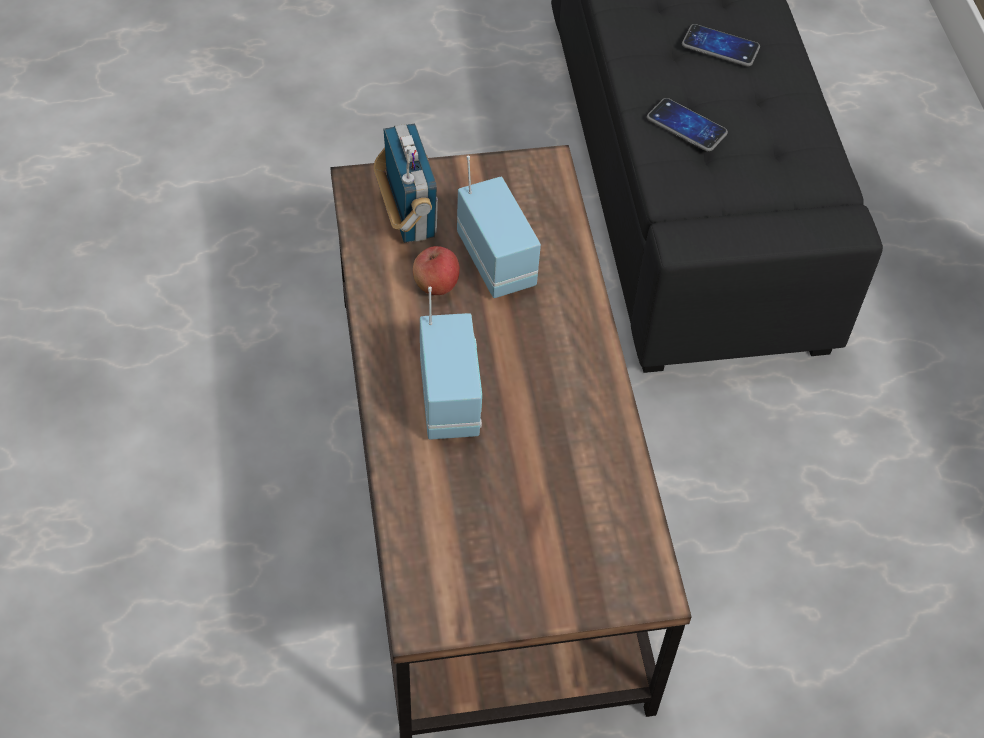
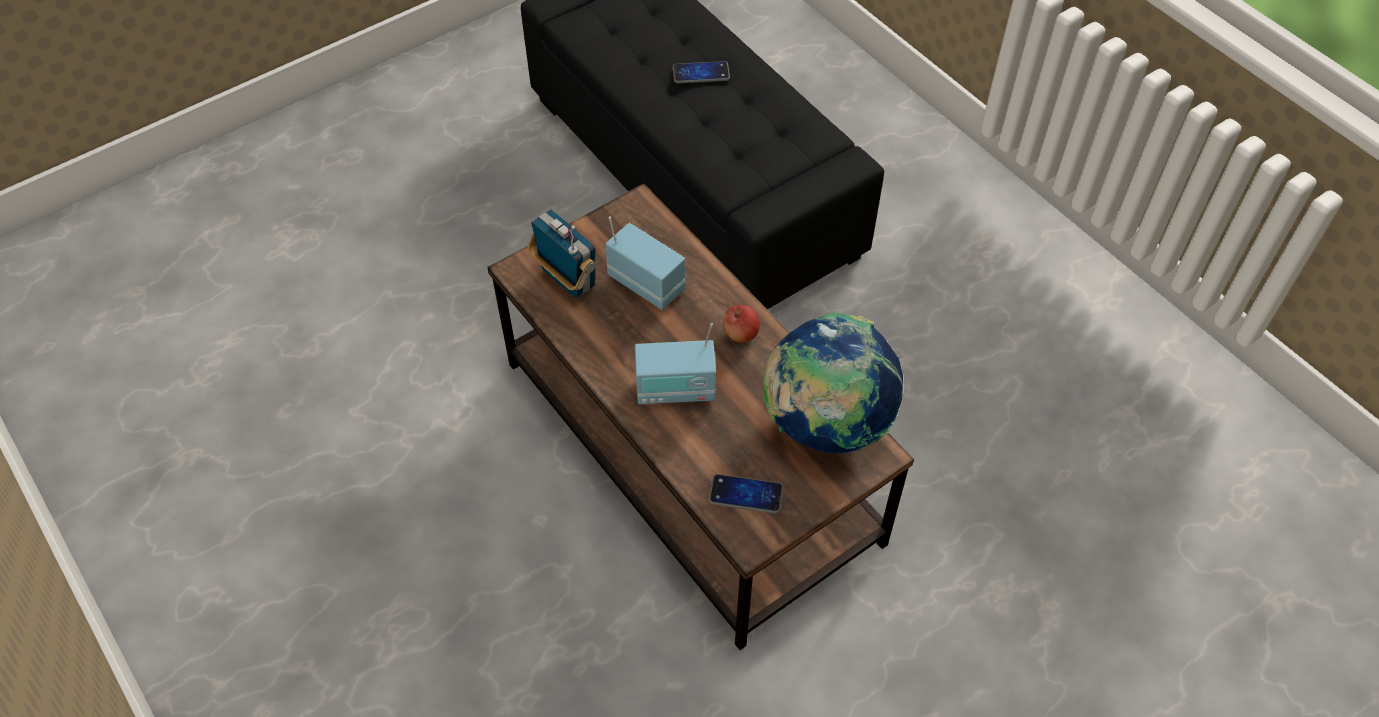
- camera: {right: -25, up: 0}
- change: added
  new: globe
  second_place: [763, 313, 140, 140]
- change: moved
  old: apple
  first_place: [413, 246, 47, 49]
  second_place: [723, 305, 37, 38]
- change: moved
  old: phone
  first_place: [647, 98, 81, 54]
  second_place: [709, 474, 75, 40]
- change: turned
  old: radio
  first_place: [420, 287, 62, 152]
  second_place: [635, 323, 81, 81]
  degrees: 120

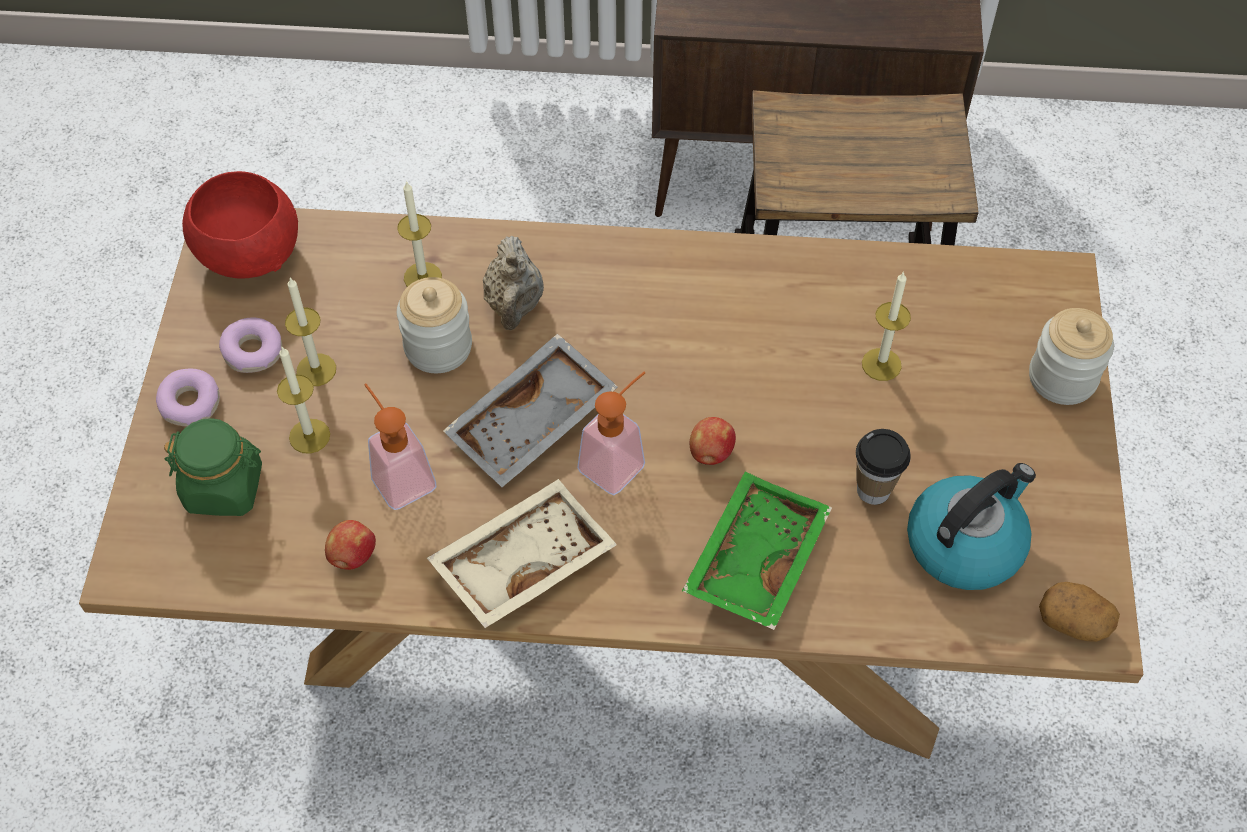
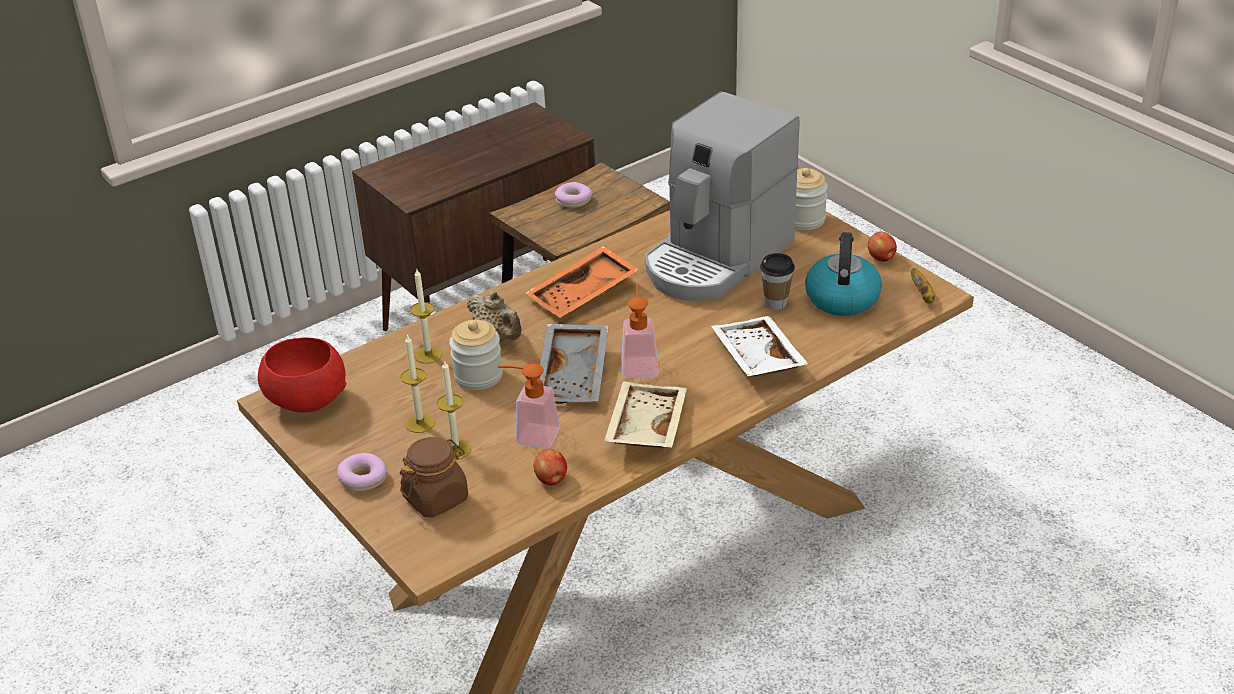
- camera: {right: -40, up: -20}
- change: added
  new: orange tray
  second_place: [525, 246, 114, 72]
- change: moved
  old: donut
  first_place: [219, 317, 63, 56]
  second_place: [555, 182, 37, 26]
- change: moved
  old: apple
  first_place: [690, 417, 46, 48]
  second_place: [868, 232, 29, 30]
- change: replaced
  old: candle
  new: coffee machine
  first_place: [862, 272, 49, 109]
  second_place: [645, 91, 154, 210]
- change: replaced
  old: potato
  new: banana
  first_place: [1039, 582, 81, 60]
  second_place: [911, 268, 24, 36]
- change: recoloured
  old: green jar
  new: brown jar
  first_place: [164, 418, 98, 98]
  second_place: [400, 437, 68, 81]
- change: recoloured
  old: green tray
  new: white tray
  first_place: [682, 472, 150, 158]
  second_place: [711, 316, 97, 61]

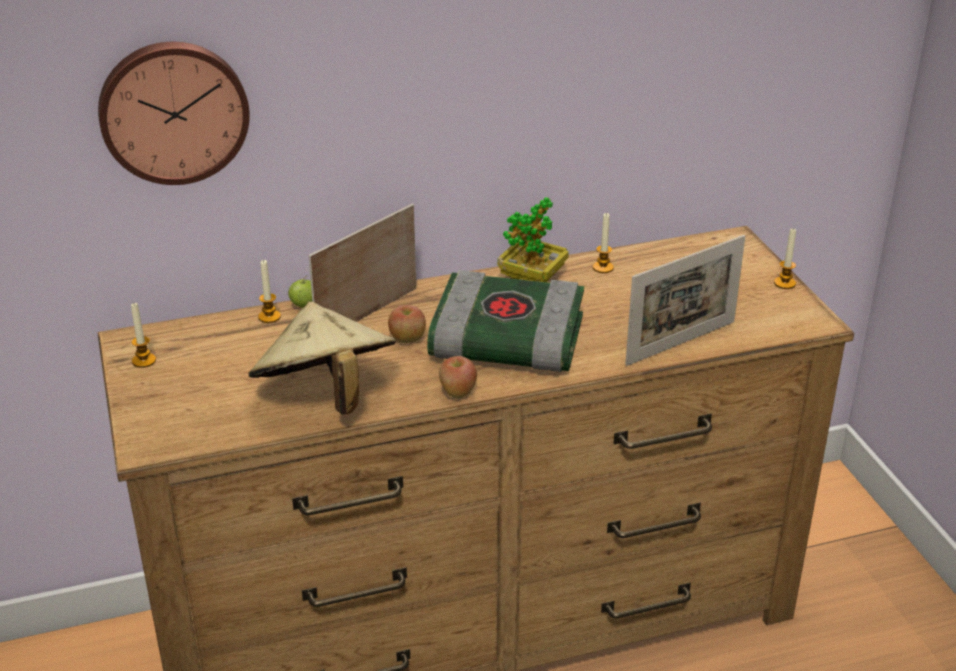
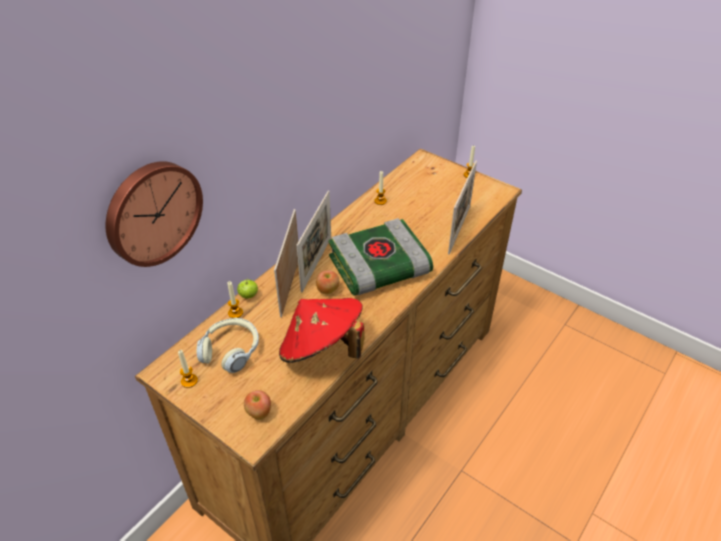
- camera: {right: -35, up: 10}
- change: removed
  old: potted plant
  first_place: [497, 197, 72, 85]
- change: added
  new: headphones
  second_place: [197, 318, 62, 55]
- change: added
  new: picture frame
  second_place: [296, 191, 35, 101]
- change: moved
  old: apple
  first_place: [439, 356, 38, 42]
  second_place: [244, 390, 27, 30]
- change: recoloured
  old: beige hat
  new: red hat
  first_place: [249, 302, 147, 112]
  second_place: [279, 298, 85, 65]

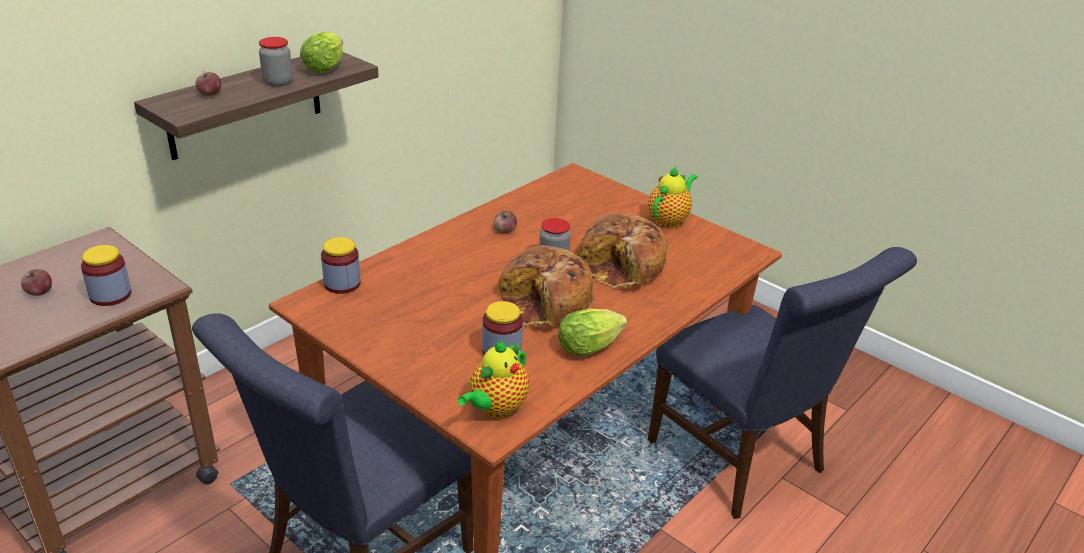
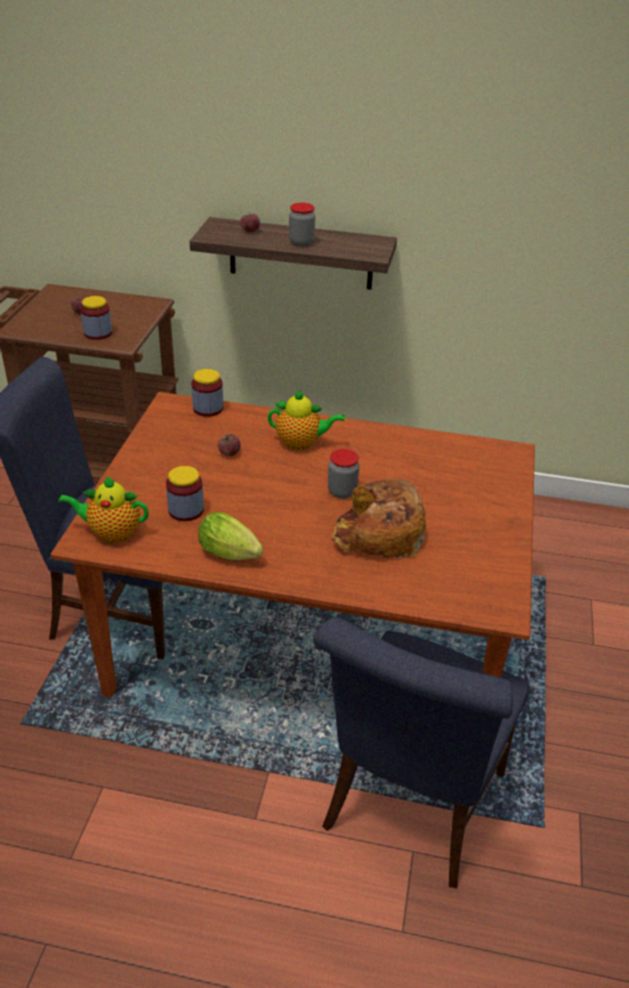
- camera: {right: 60, up: 5}
- change: removed
  old: lettuce
  first_place: [300, 32, 43, 41]
- change: removed
  old: bread
  first_place: [499, 245, 96, 82]
- change: moved
  old: apple
  first_place: [494, 211, 23, 23]
  second_place: [218, 434, 22, 22]
- change: moved
  old: teapot
  first_place: [648, 166, 49, 62]
  second_place: [268, 390, 77, 60]

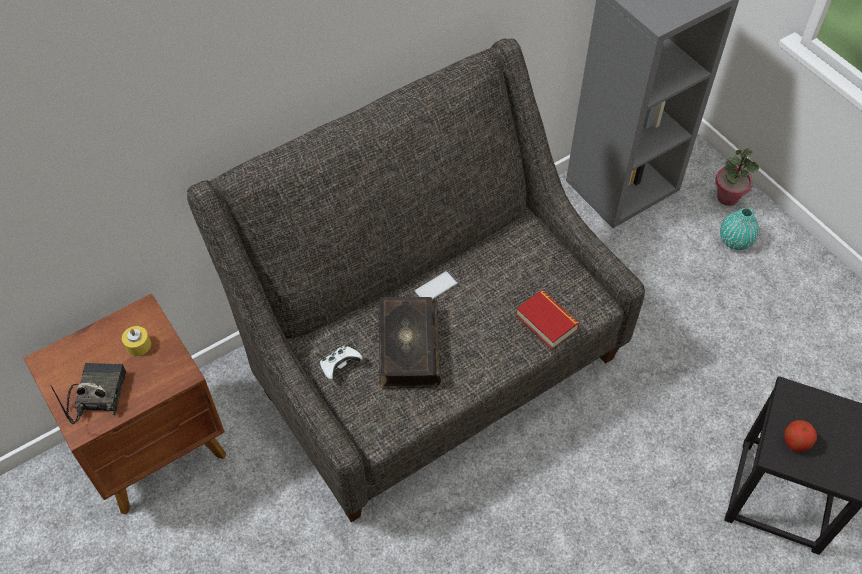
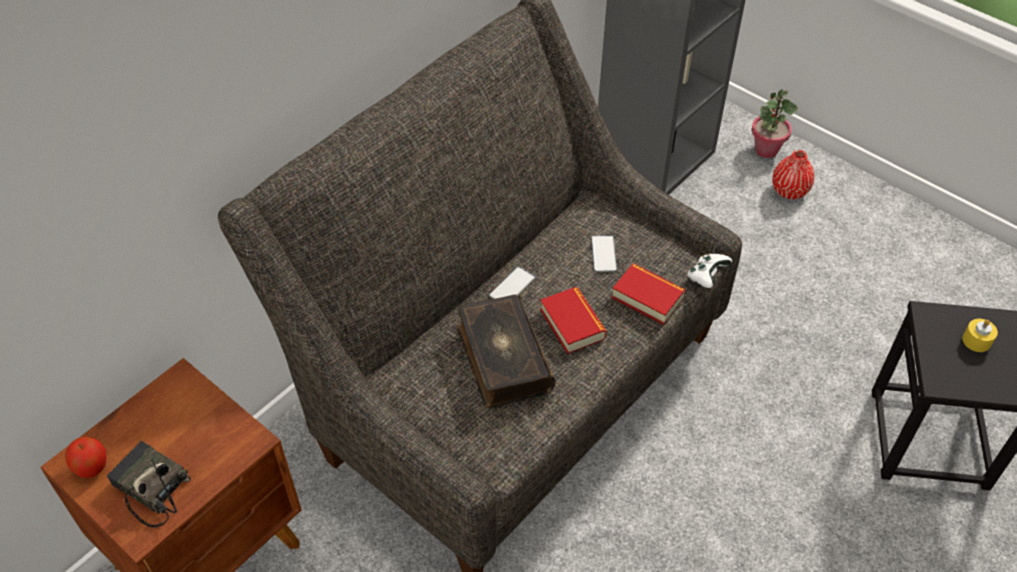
- camera: {right: -15, up: -5}
- change: added
  new: book
  second_place: [540, 287, 67, 67]
- change: added
  new: phone
  second_place: [592, 235, 25, 37]
- change: moved
  old: yellow candle
  first_place: [122, 326, 29, 30]
  second_place: [962, 319, 36, 33]
- change: moved
  old: white game controller
  first_place: [320, 346, 43, 34]
  second_place: [687, 254, 45, 34]
- change: moved
  old: apple
  first_place: [785, 420, 32, 32]
  second_place: [65, 437, 41, 41]
- change: recoloured
  old: turquoise vase
  new: red vase
  first_place: [720, 207, 39, 43]
  second_place: [772, 150, 42, 49]
- change: turned
  old: radio
  first_place: [50, 363, 76, 61]
  second_place: [107, 441, 84, 86]
  degrees: -45

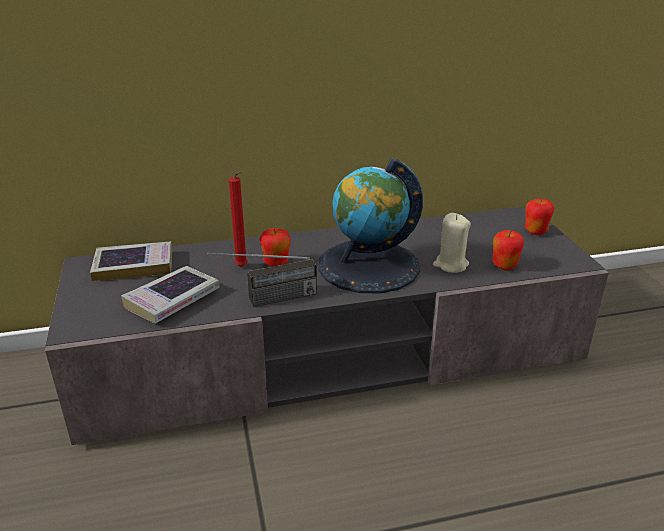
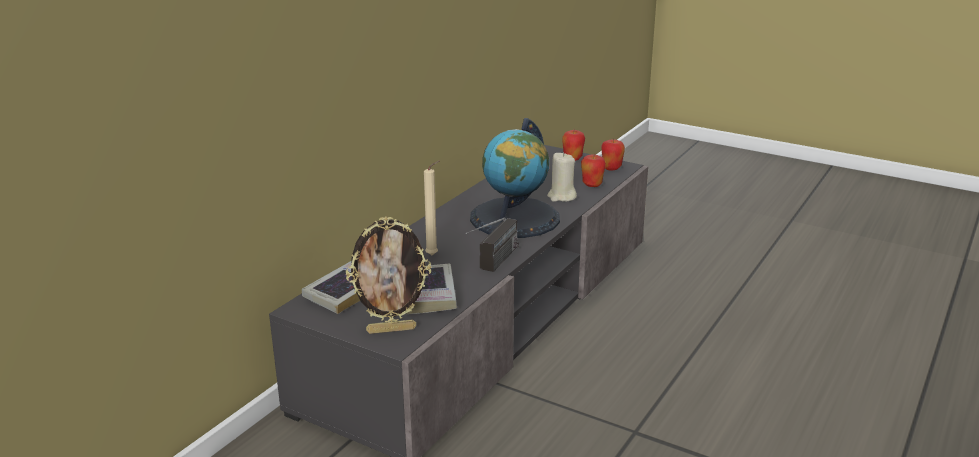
- camera: {right: -45, up: -5}
- change: added
  new: picture frame
  second_place: [346, 216, 85, 118]
- change: moved
  old: apple
  first_place: [259, 228, 31, 39]
  second_place: [601, 139, 24, 31]
- change: recoloured
  old: red candle
  new: beige candle
  first_place: [229, 171, 19, 96]
  second_place: [424, 161, 16, 94]

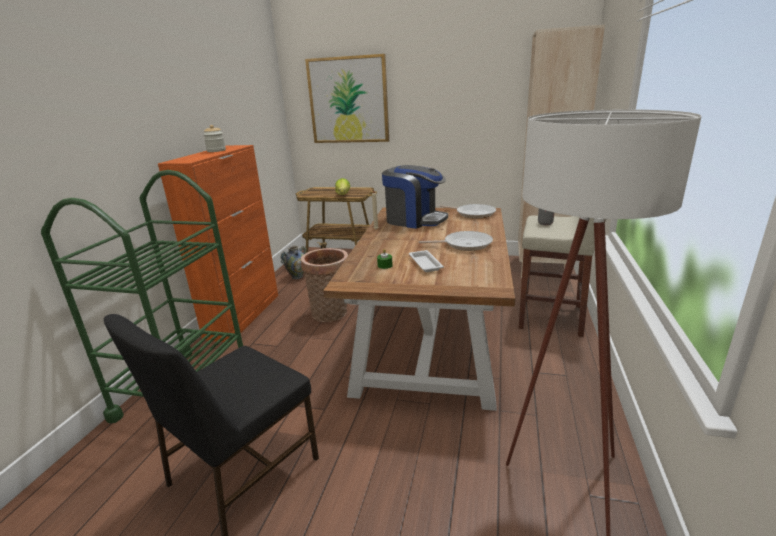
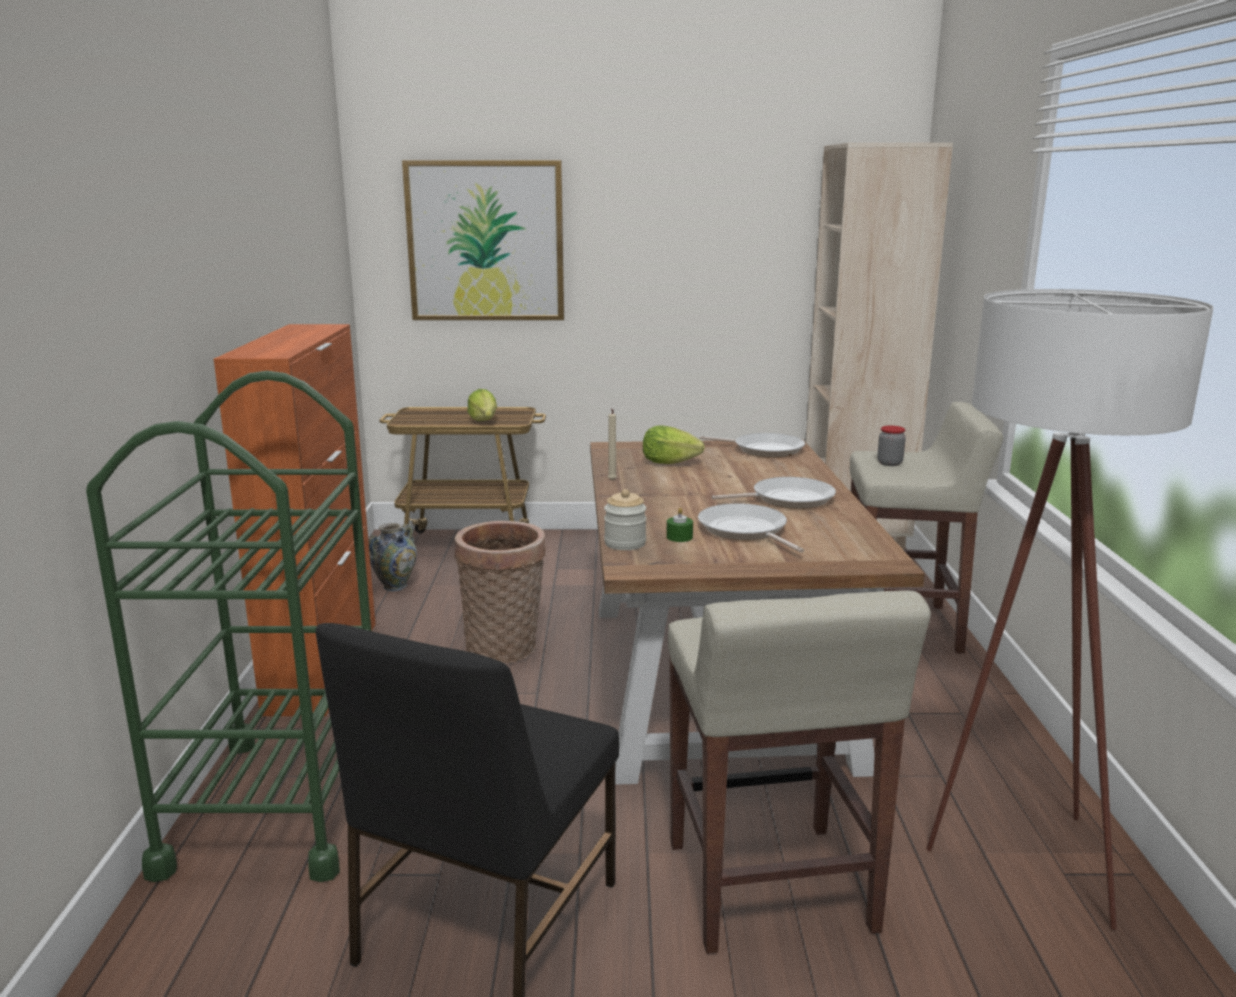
- camera: {right: -15, up: -5}
- change: added
  new: beige stool
  second_place: [668, 590, 263, 364]
- change: moved
  old: jar
  first_place: [203, 125, 23, 27]
  second_place: [604, 489, 42, 61]
- change: replaced
  old: coffee machine
  new: lettuce
  first_place: [382, 165, 66, 64]
  second_place: [643, 425, 62, 39]
- change: replaced
  old: white tray
  new: frying pan
  first_place: [409, 250, 35, 22]
  second_place: [698, 503, 106, 50]

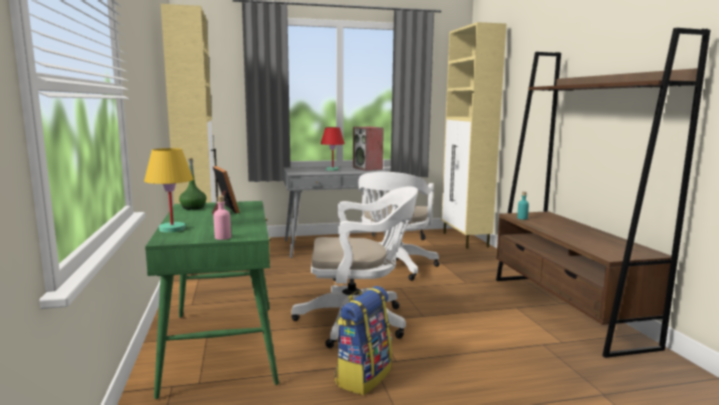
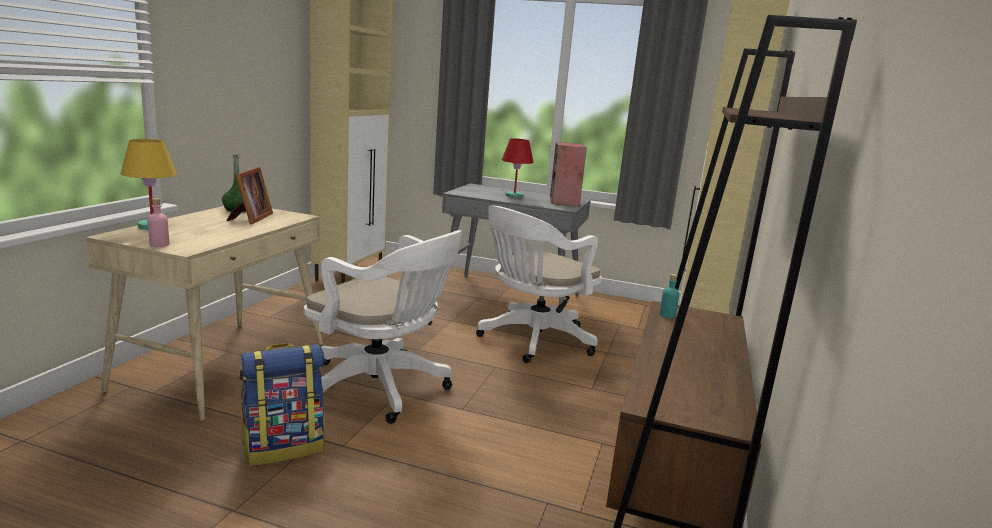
- camera: {right: 30, up: 5}
- change: recoloured
  old: green desk
  new: beige desk
  first_place: [145, 201, 134, 198]
  second_place: [86, 206, 237, 215]

